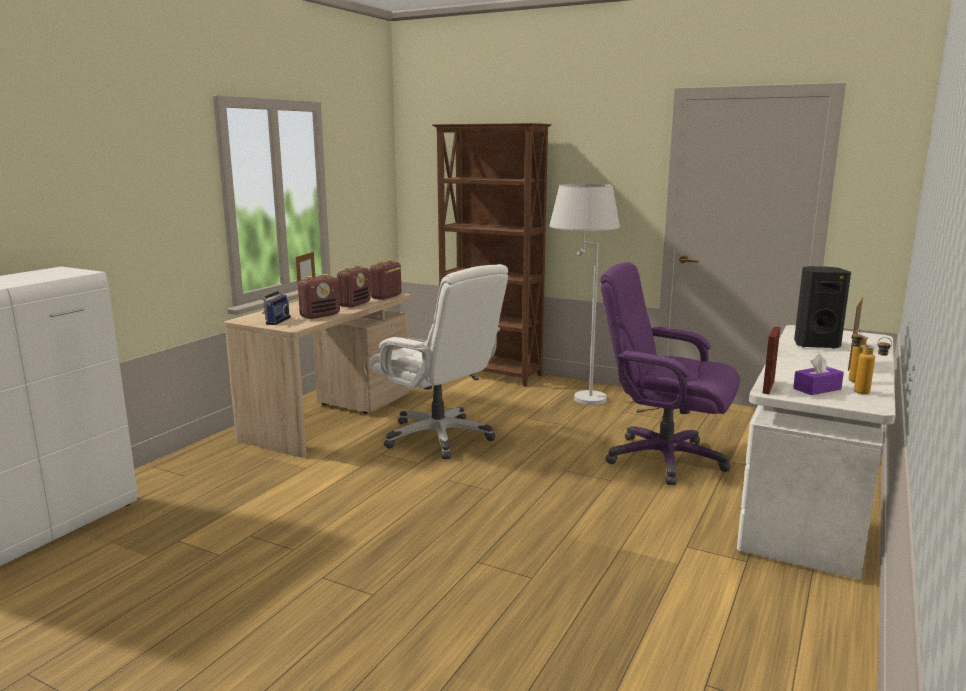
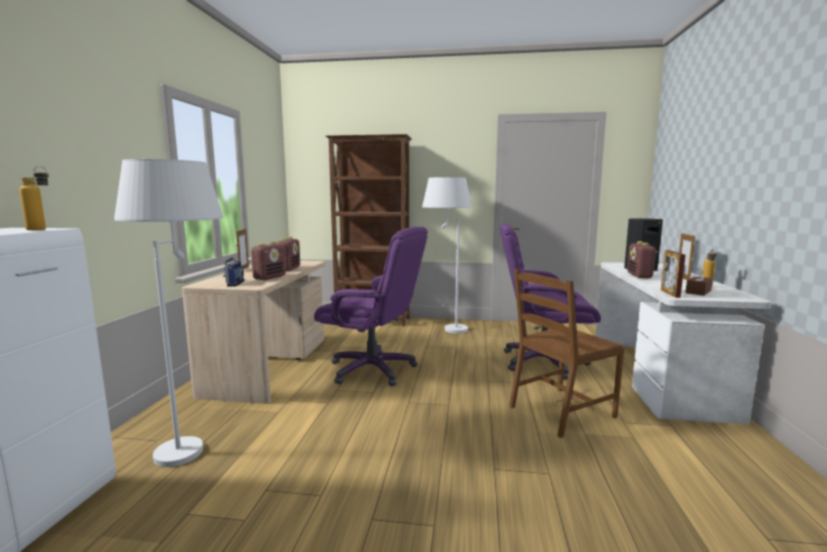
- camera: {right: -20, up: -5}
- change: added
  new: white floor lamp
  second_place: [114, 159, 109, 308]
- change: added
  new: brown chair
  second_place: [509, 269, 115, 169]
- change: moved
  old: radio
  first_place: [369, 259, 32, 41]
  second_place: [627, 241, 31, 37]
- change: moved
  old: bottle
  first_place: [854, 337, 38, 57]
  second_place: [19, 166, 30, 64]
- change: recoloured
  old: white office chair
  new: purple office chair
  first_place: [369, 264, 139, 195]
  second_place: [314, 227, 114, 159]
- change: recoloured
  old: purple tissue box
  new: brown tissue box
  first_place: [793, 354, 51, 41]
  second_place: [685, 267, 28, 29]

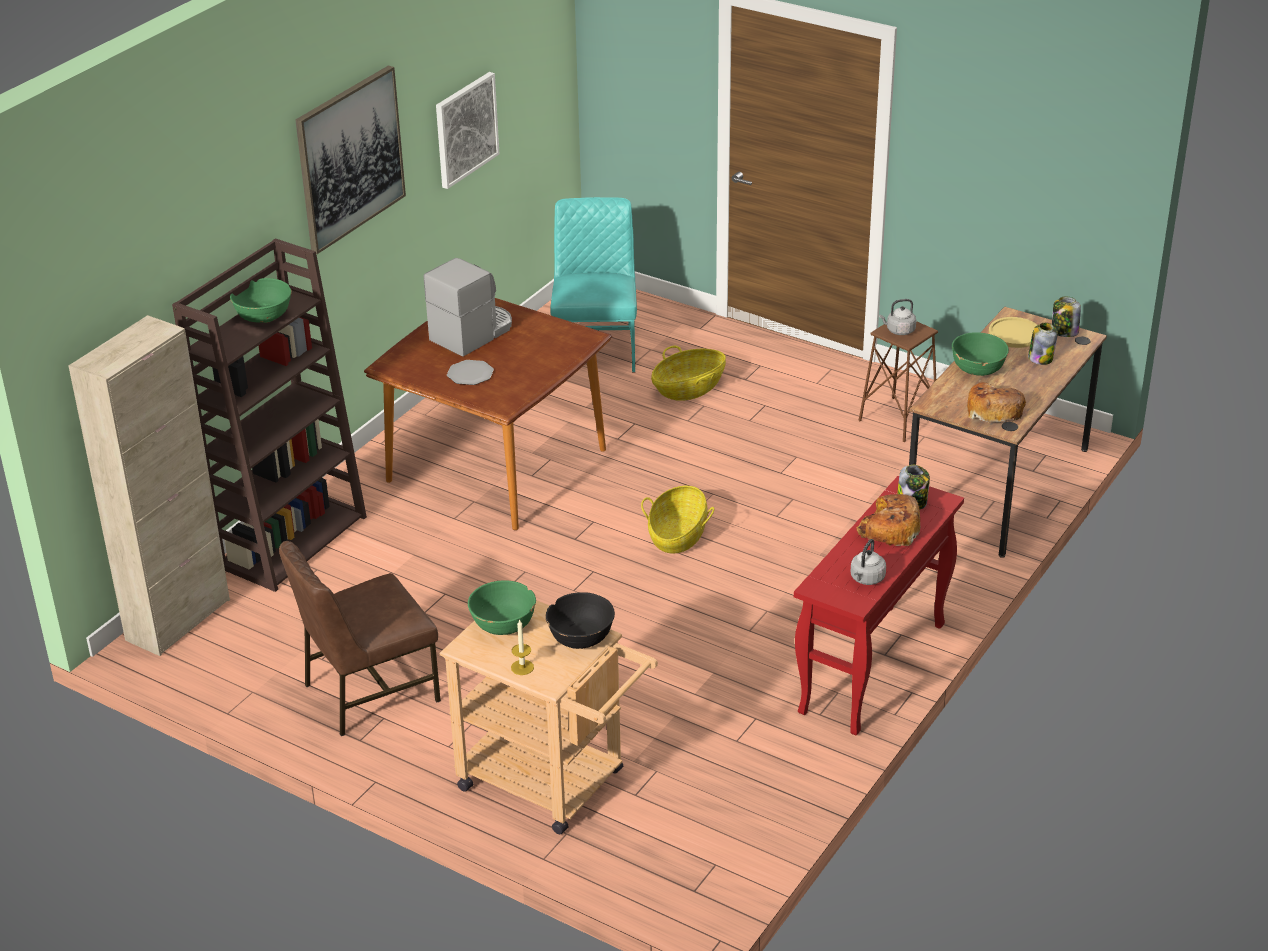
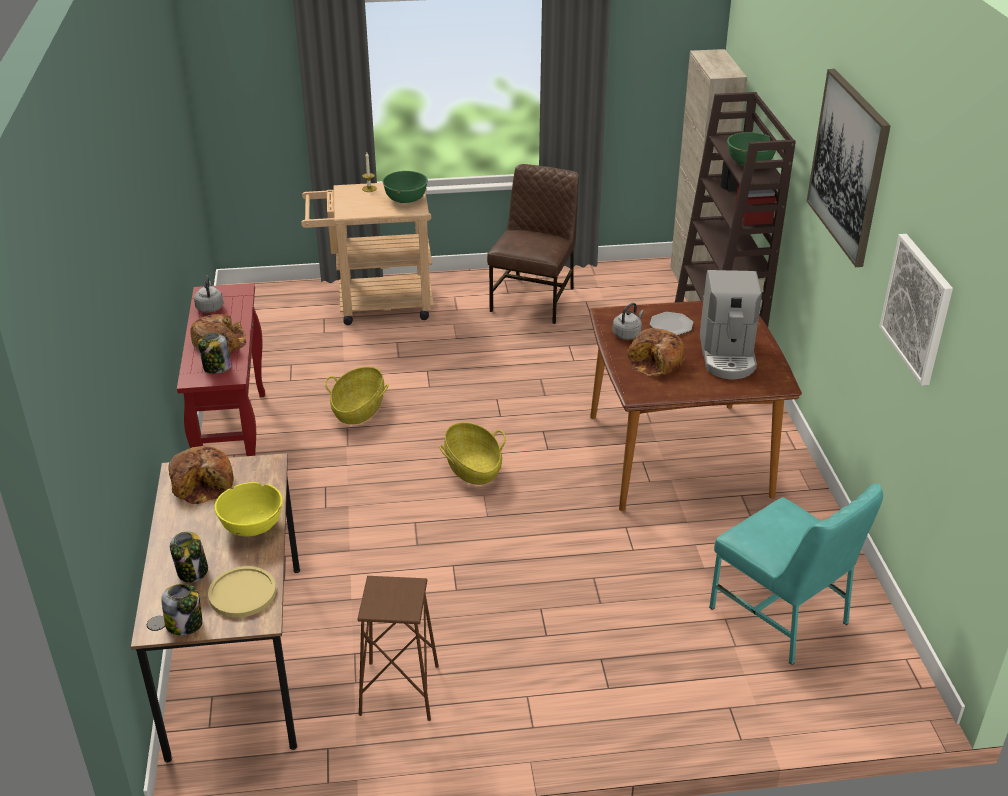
- camera: {right: 140, up: 0}
- change: removed
  old: black bowl
  first_place: [546, 592, 69, 57]
- change: added
  new: bread
  second_place: [627, 328, 58, 48]
- change: moved
  old: basket
  first_place: [651, 346, 75, 55]
  second_place: [325, 367, 63, 57]
- change: moved
  old: grey kettle
  first_place: [879, 299, 37, 36]
  second_place: [612, 303, 32, 37]
- change: recoloured
  old: green bowl
  new: yellow bowl
  first_place: [952, 332, 57, 44]
  second_place: [214, 482, 69, 55]

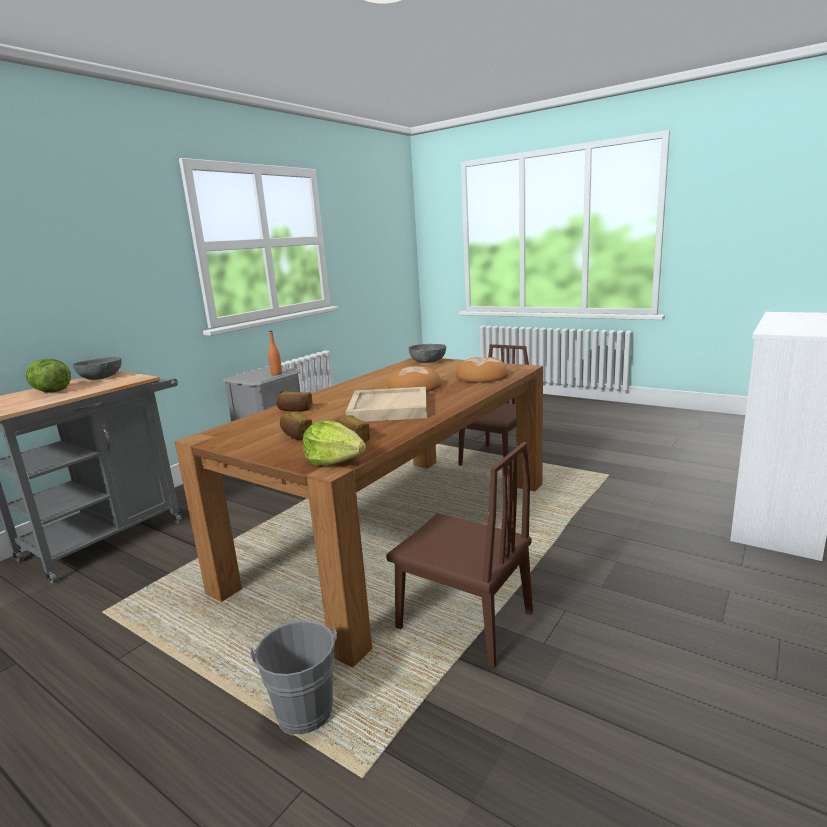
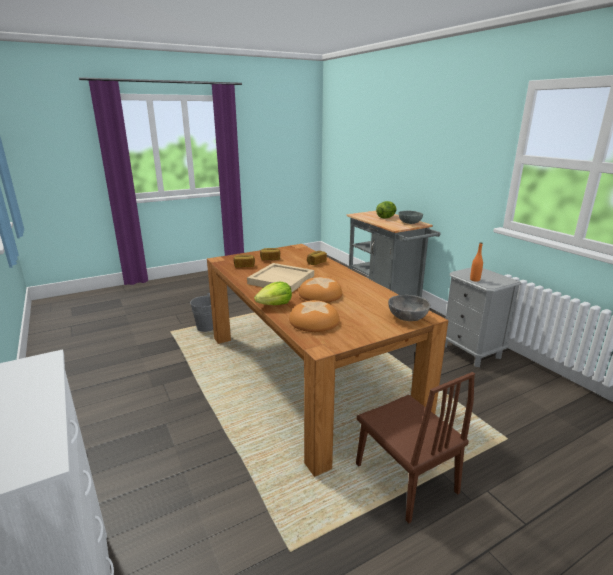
- camera: {right: 115, up: 5}
- change: removed
  old: brown chair
  first_place: [386, 442, 147, 226]
- change: moved
  old: lettuce
  first_place: [303, 420, 63, 45]
  second_place: [254, 282, 38, 23]

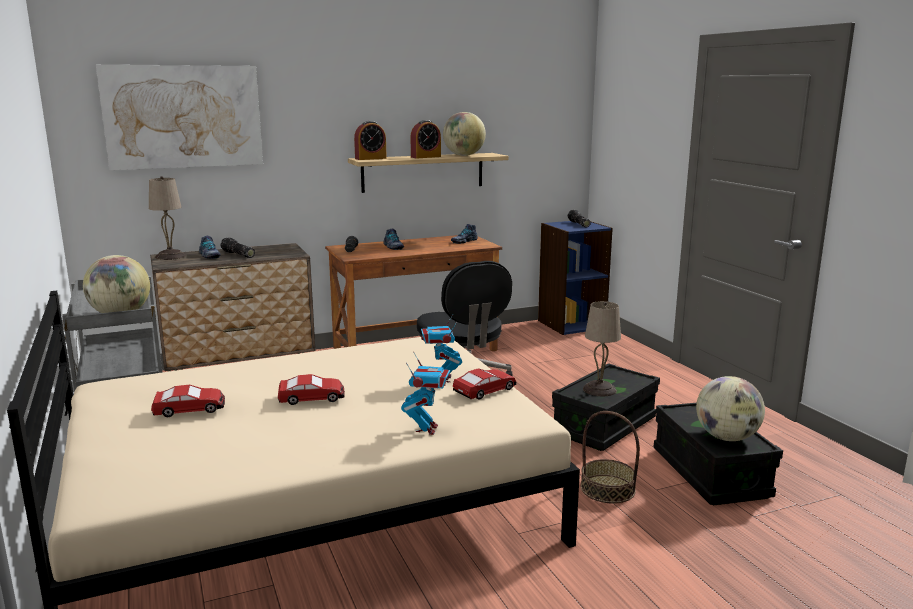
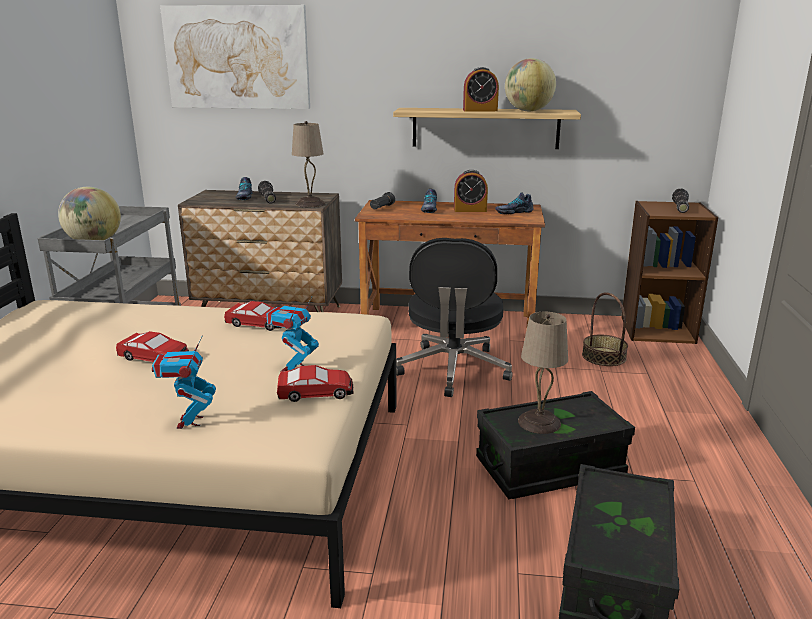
- camera: {right: 30, up: 5}
- change: removed
  old: globe
  first_place: [696, 376, 69, 65]
- change: moved
  old: beige table lamp
  first_place: [149, 176, 37, 84]
  second_place: [292, 121, 33, 86]
- change: moved
  old: toy car
  first_place: [151, 385, 74, 32]
  second_place: [224, 301, 57, 30]
- change: moved
  old: alarm clock
  first_place: [354, 121, 33, 39]
  second_place: [454, 170, 34, 42]
- change: moved
  old: basket
  first_place: [581, 411, 59, 93]
  second_place: [582, 293, 46, 73]
- change: recoloured
  old: blue bookcase
  new: brown bookcase
  first_place: [538, 221, 75, 114]
  second_place: [621, 201, 97, 143]
- change: turned
  old: toy robot
  first_place: [401, 352, 50, 83]
  second_place: [152, 335, 64, 94]
  degrees: 135

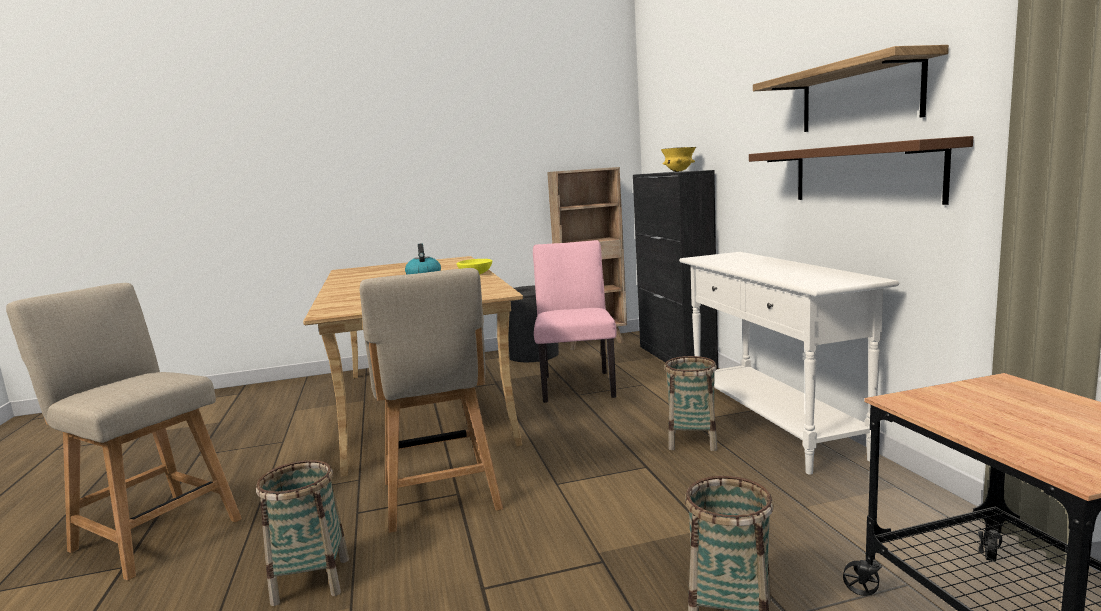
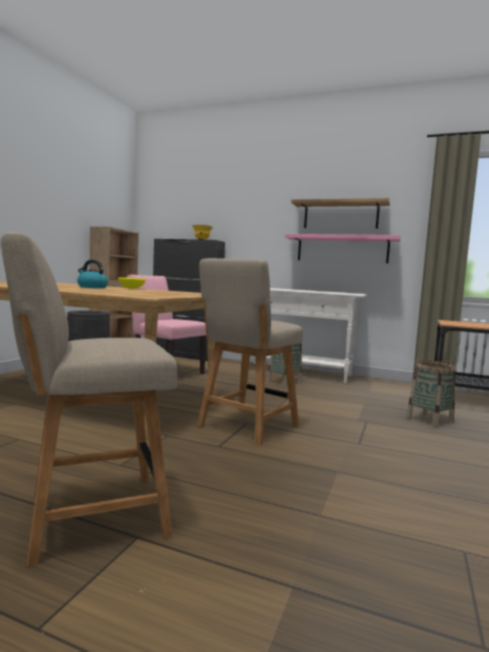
- camera: {right: -55, up: -5}
- change: removed
  old: basket
  first_place: [256, 460, 93, 146]
- change: recoloured
  old: brown shelf
  new: pink shelf
  first_place: [749, 136, 224, 69]
  second_place: [285, 234, 116, 29]
- change: turned
  old: beige chair
  first_place: [359, 268, 144, 265]
  second_place: [197, 258, 106, 188]
  degrees: 105

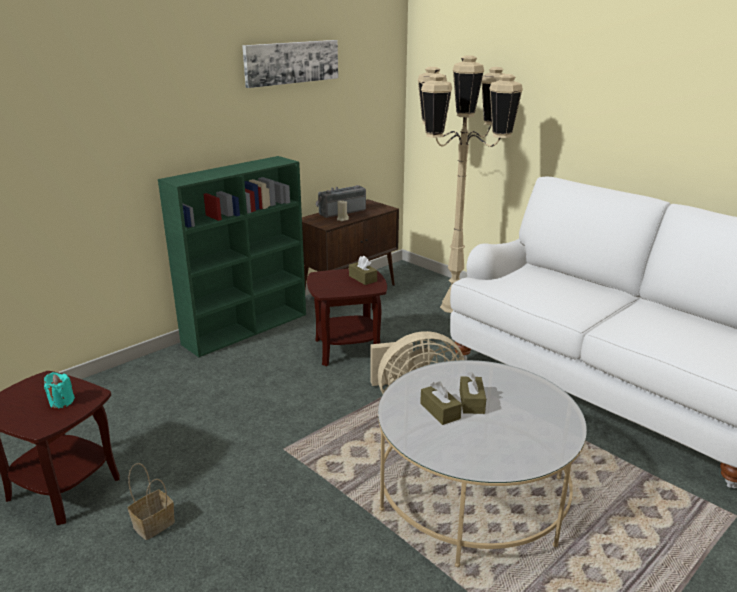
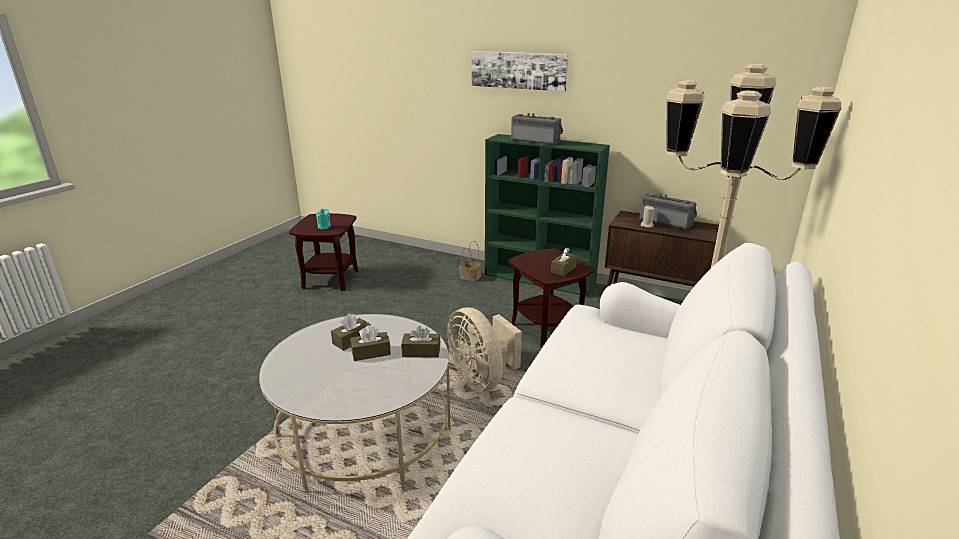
- camera: {right: 70, up: 0}
- change: added
  new: brown tissue box
  second_place: [401, 326, 39, 32]
- change: added
  new: radio
  second_place: [511, 113, 52, 32]
- change: moved
  old: basket
  first_place: [128, 463, 47, 77]
  second_place: [459, 241, 23, 40]
- change: moved
  old: picture
  first_place: [242, 40, 96, 48]
  second_place: [471, 51, 97, 41]

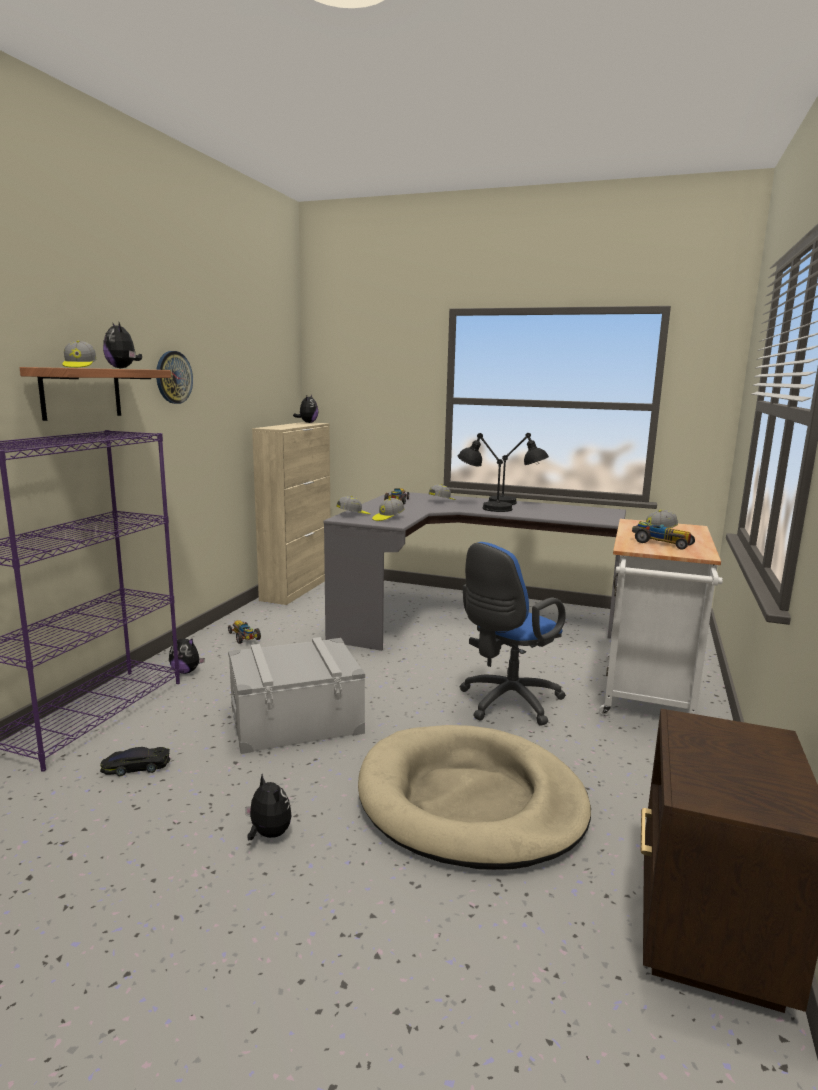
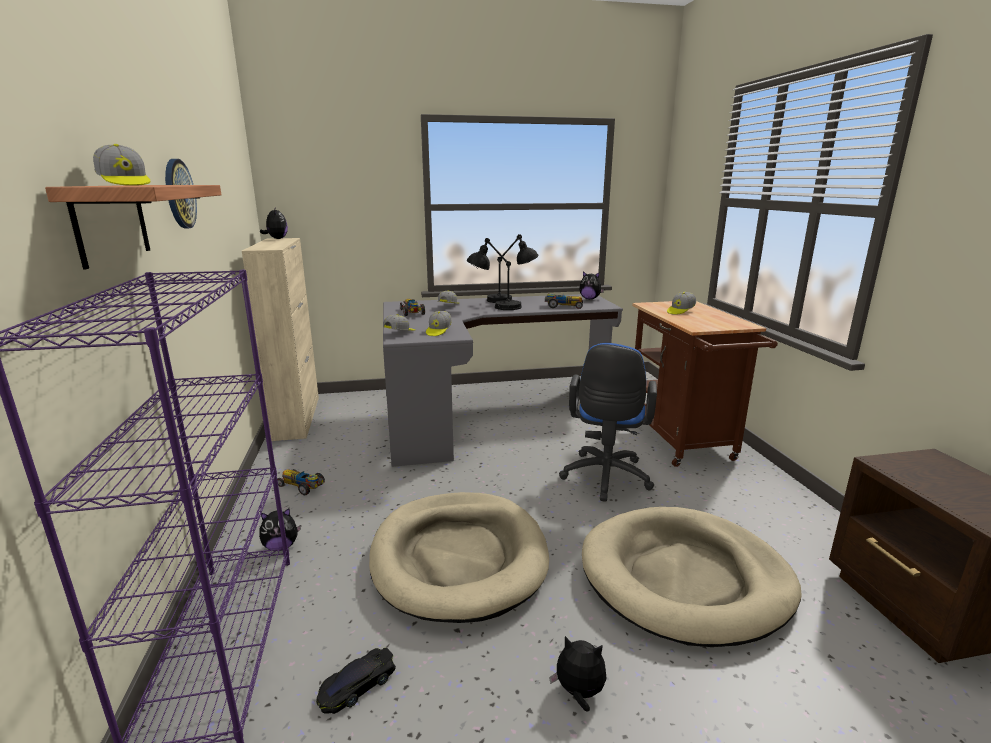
- camera: {right: -30, up: 5}
- change: moved
  old: plush toy
  first_place: [103, 323, 39, 46]
  second_place: [579, 271, 25, 28]
- change: moved
  old: toy car
  first_place: [632, 521, 63, 29]
  second_place: [545, 293, 38, 16]
- change: replaced
  old: grey storage box
  new: beige dog bed
  first_place: [228, 637, 137, 117]
  second_place: [369, 492, 180, 131]
- change: recoloured
  old: white cart
  new: brown cart
  first_place: [599, 519, 124, 196]
  second_place: [632, 301, 146, 166]

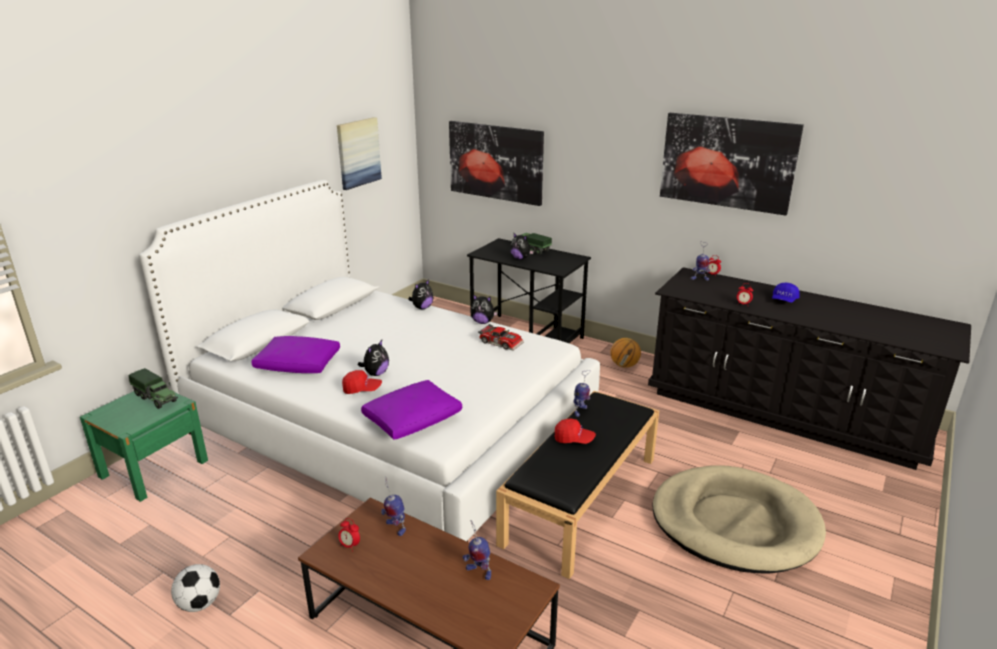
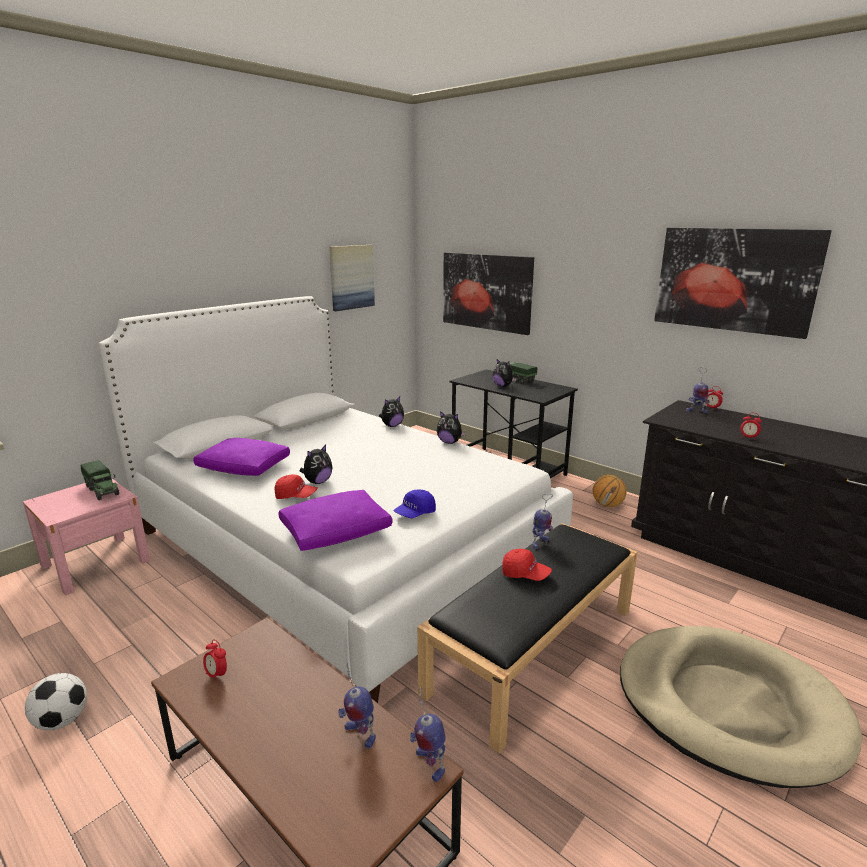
- camera: {right: 10, up: -5}
- change: removed
  old: toy car
  first_place: [478, 324, 46, 27]
- change: moved
  old: toy robot
  first_place: [381, 477, 25, 59]
  second_place: [410, 687, 36, 95]
- change: moved
  old: blue cap
  first_place: [772, 283, 28, 20]
  second_place: [394, 490, 42, 28]
- change: recoloured
  old: green nightstand
  new: pink nightstand
  first_place: [80, 391, 128, 111]
  second_place: [23, 479, 127, 117]

